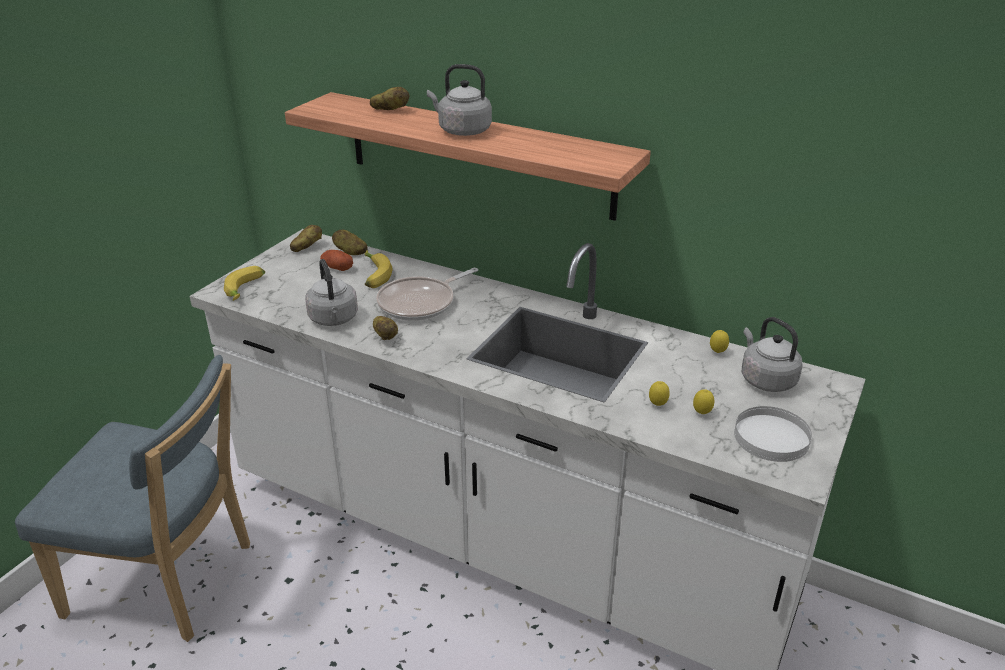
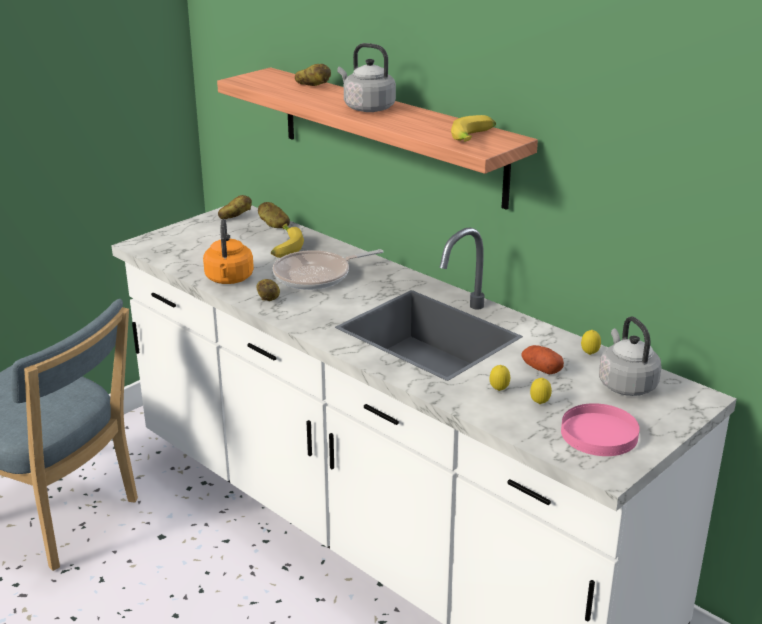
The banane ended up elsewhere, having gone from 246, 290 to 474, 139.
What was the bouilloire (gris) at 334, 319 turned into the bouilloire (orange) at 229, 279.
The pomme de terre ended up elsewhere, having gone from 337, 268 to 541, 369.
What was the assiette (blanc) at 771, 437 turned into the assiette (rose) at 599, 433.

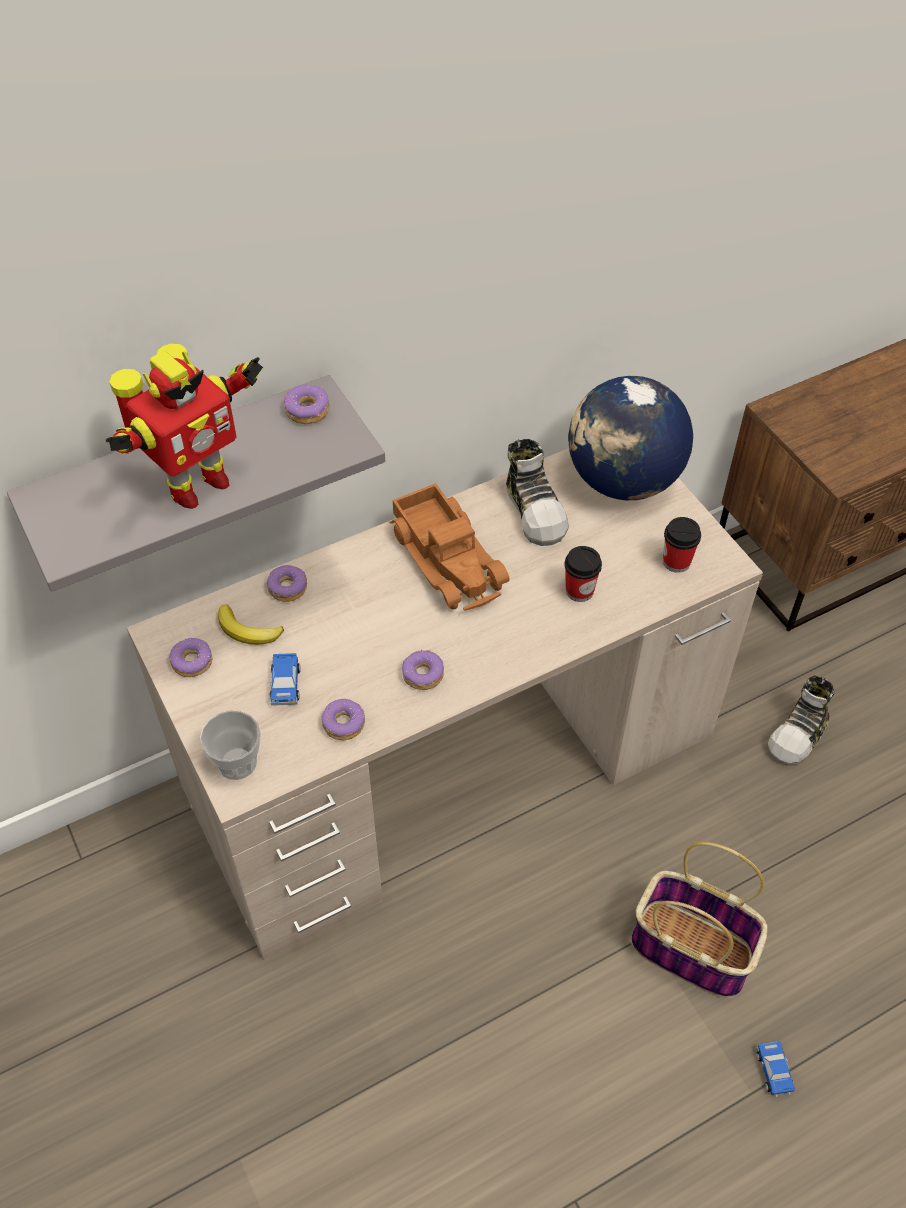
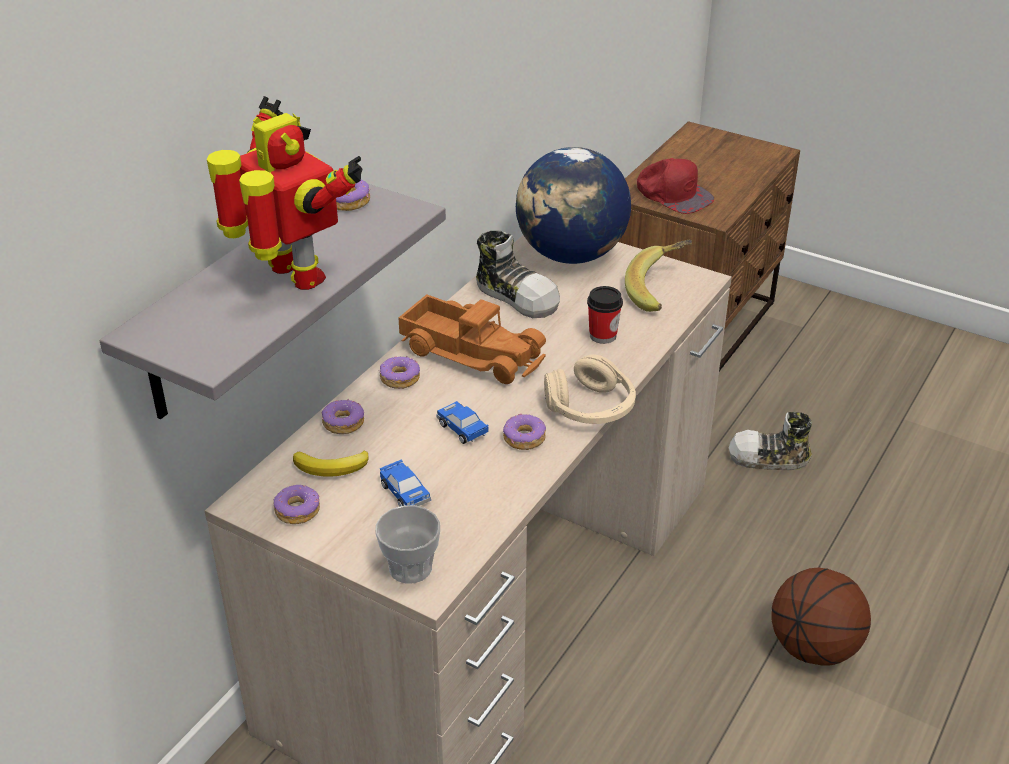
The robot jouet at 195, 485 ended up facing another way, 60 degrees counterclockwise from before.
The beignet ended up elsewhere, having gone from 343, 723 to 399, 378.
Where the panier stood at 693, 949, the ballon de basket came to stand at 813, 647.
Where the tasse stood at 676, 562, the banane came to stand at 661, 291.
The petite voiture ended up elsewhere, having gone from 774, 1071 to 463, 429.
The chaussure at 799, 734 ended up facing another way, 90 degrees clockwise from before.
The second view gained the casque audio (beige) at 590, 408.
The second view gained the casquette (rouge) at 673, 194.

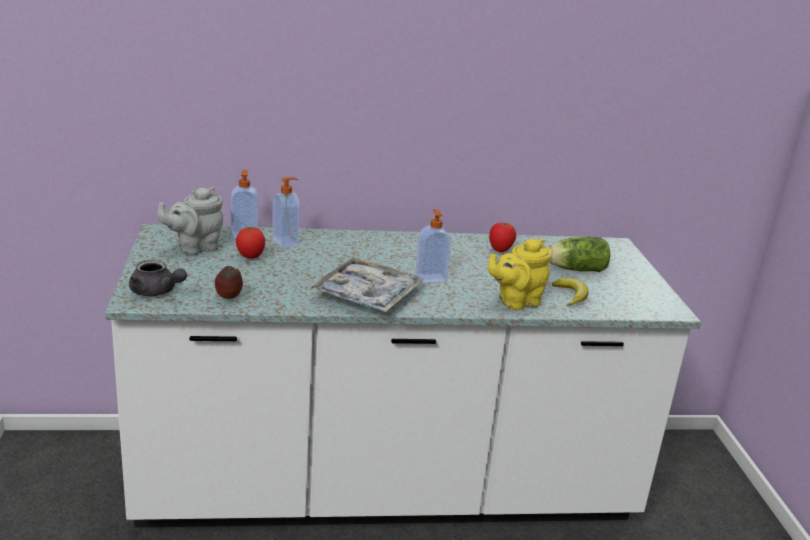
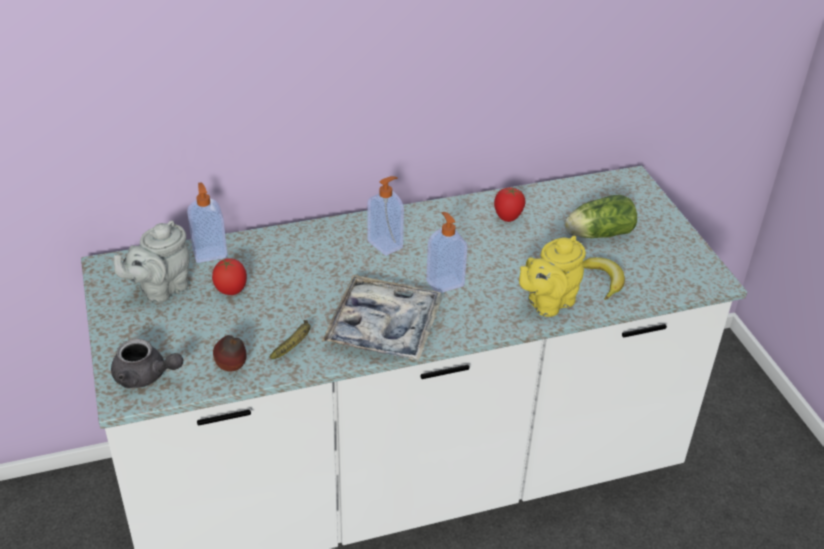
The distributeur de savon ended up elsewhere, having gone from 286, 241 to 386, 244.
The second view gained the banane at 295, 345.

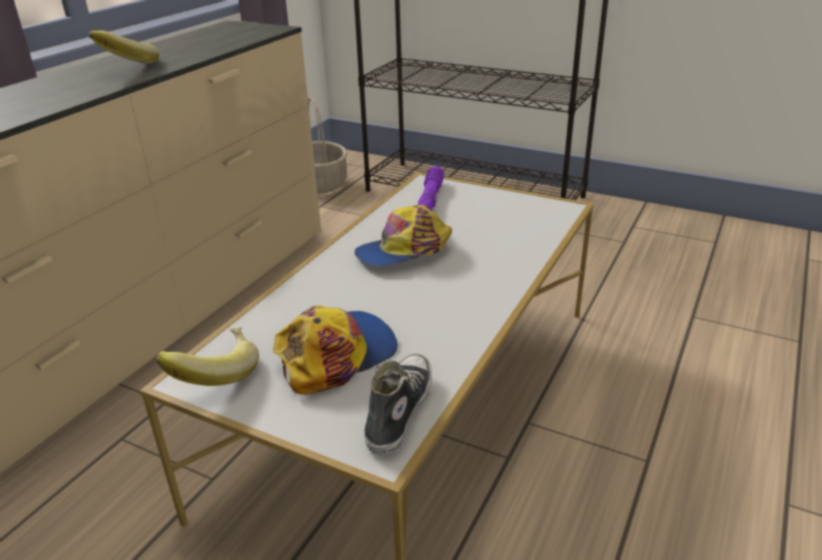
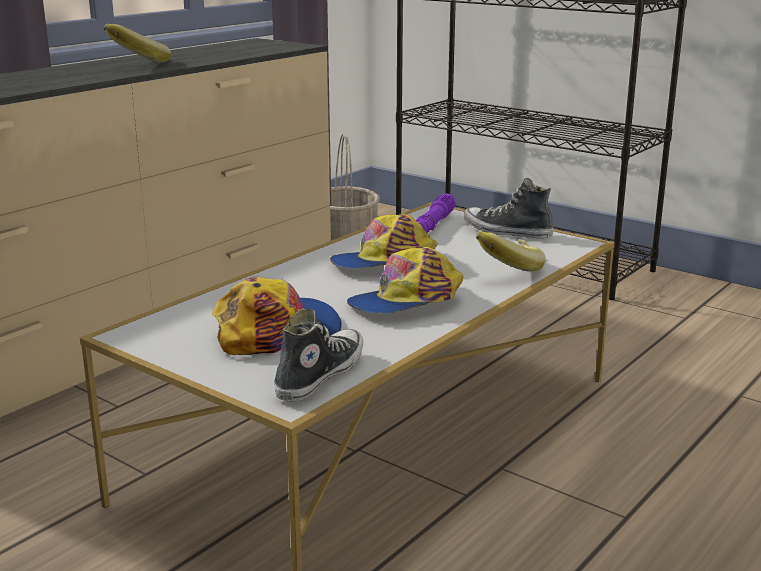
The banane ended up elsewhere, having gone from 215, 374 to 507, 269.
The second view gained the casquette at 406, 302.
The second view gained the chaussure at 506, 231.

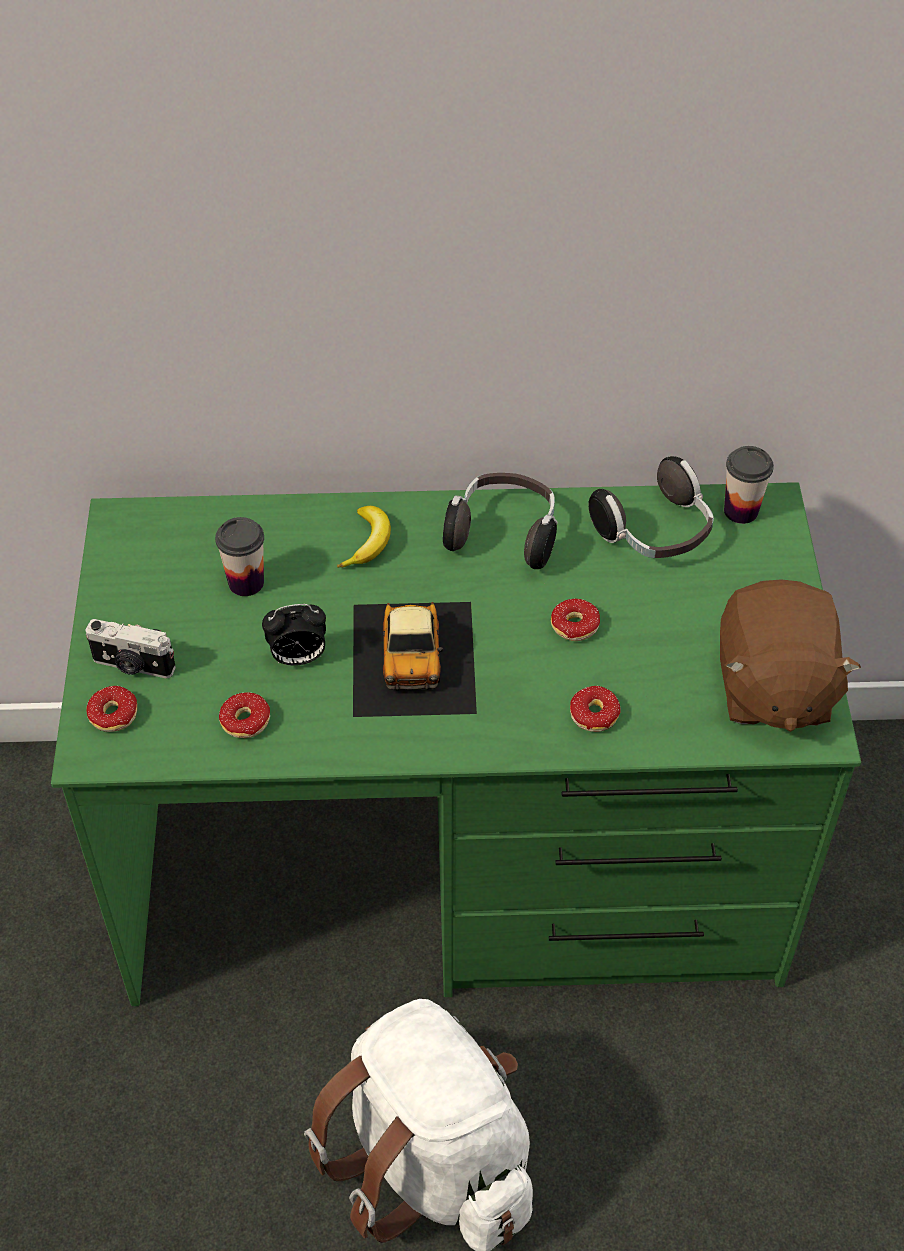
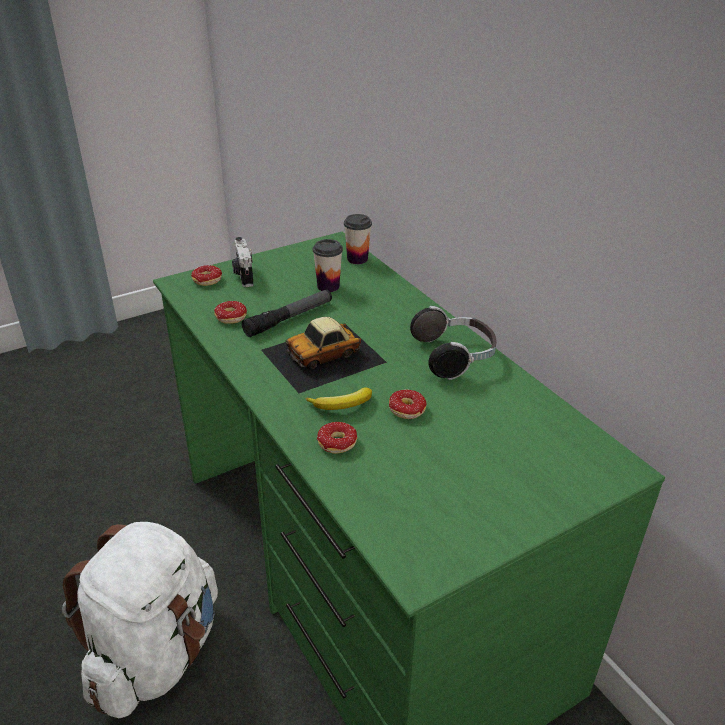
Where the réveil stood at 298, 658, the lampe de poche came to stand at 289, 318.
The banane ended up elsewhere, having gone from 368, 542 to 342, 405.
The second view lost the casque audio at 655, 533.
The second view lost the peluche (marron) at 772, 688.
The tasse ended up elsewhere, having gone from 741, 511 to 357, 259.

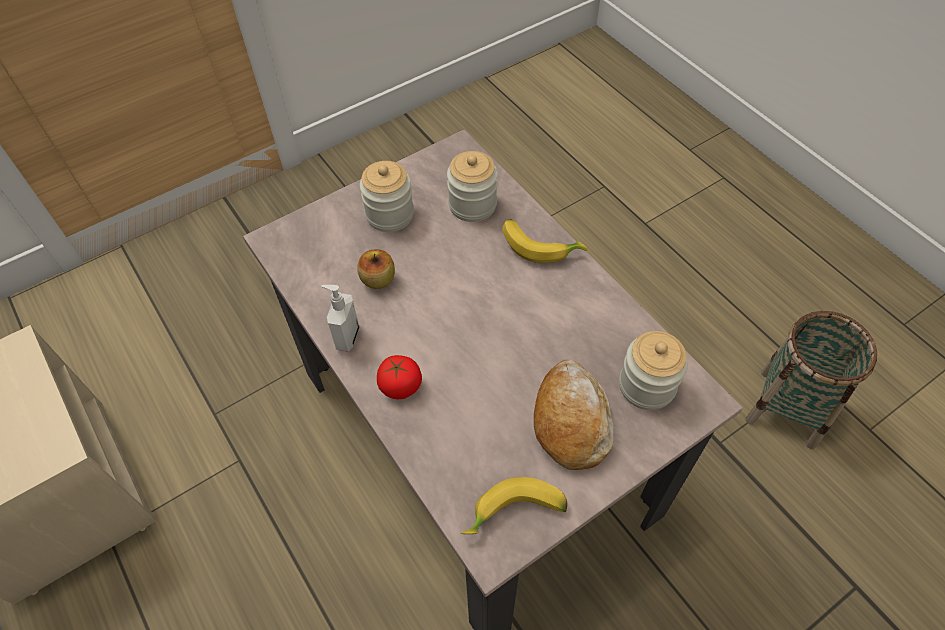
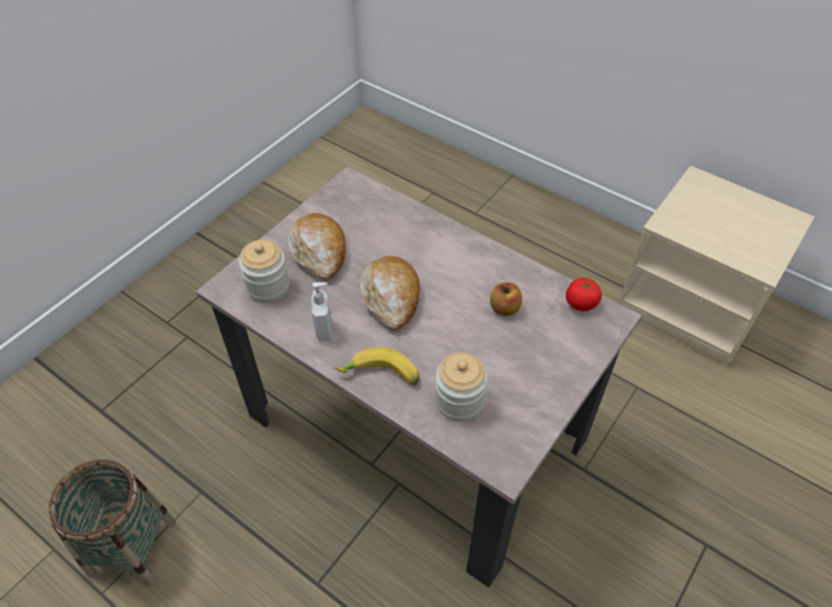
The distributeur de savon ended up elsewhere, having gone from 346, 337 to 325, 330.
The second view lost the bocal at 390, 214.
The tomate ended up elsewhere, having gone from 401, 385 to 581, 303.
The second view lost the banane at 516, 515.
The second view gained the pain at 391, 297.

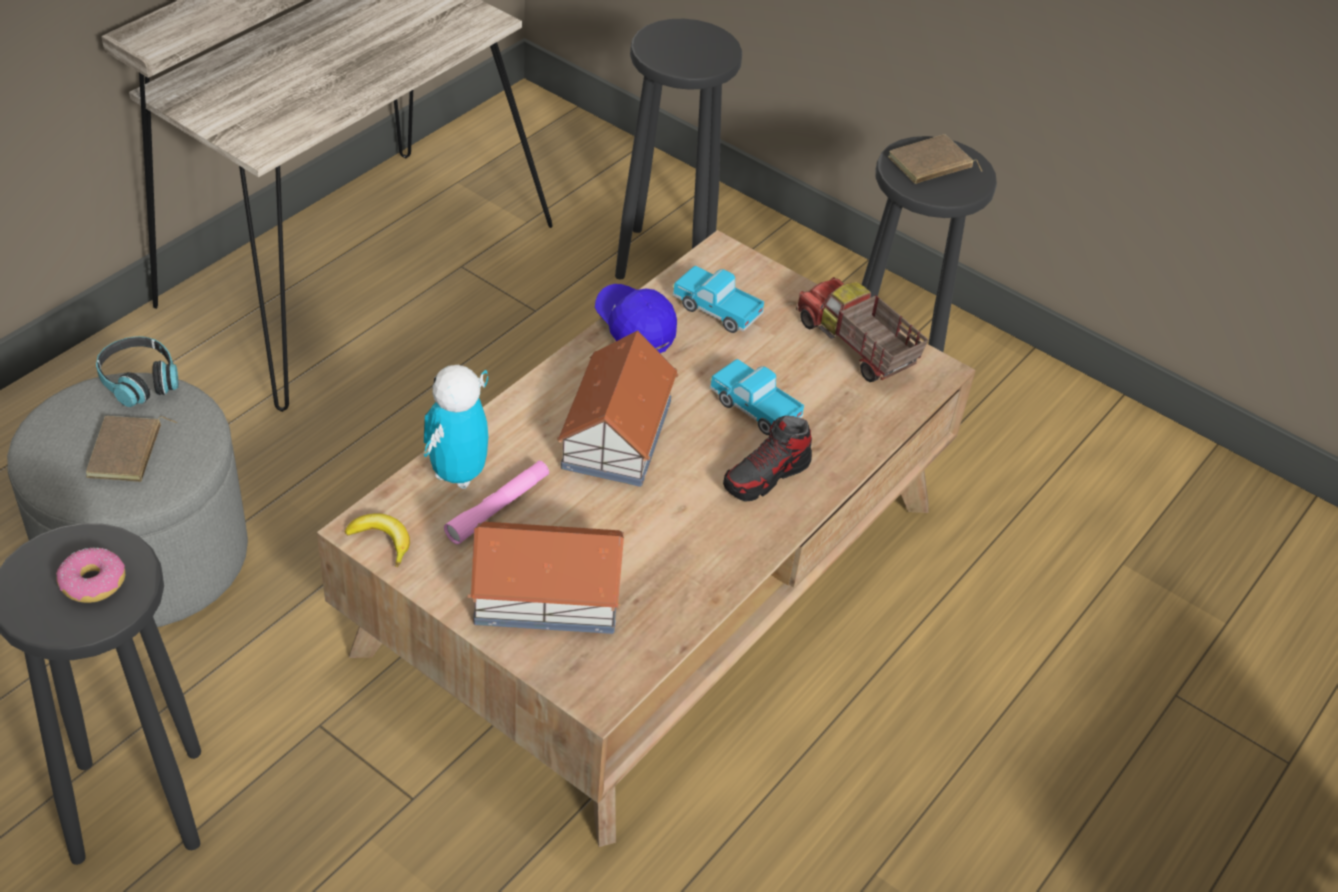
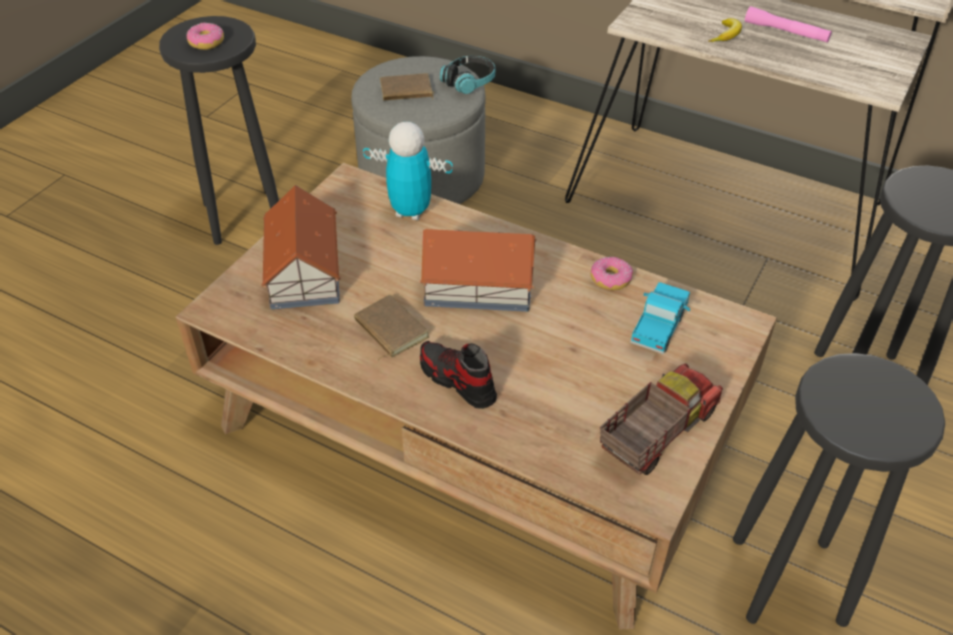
The banane ended up elsewhere, having gone from 382, 541 to 726, 35.
The lampe de poche (rose) ended up elsewhere, having gone from 498, 508 to 786, 32.
Where the casquette (bleu) stood at 634, 327, the beignet came to stand at 610, 279.
The second view lost the camion jouet at 754, 409.
The livre (marron) ended up elsewhere, having gone from 931, 165 to 389, 330.

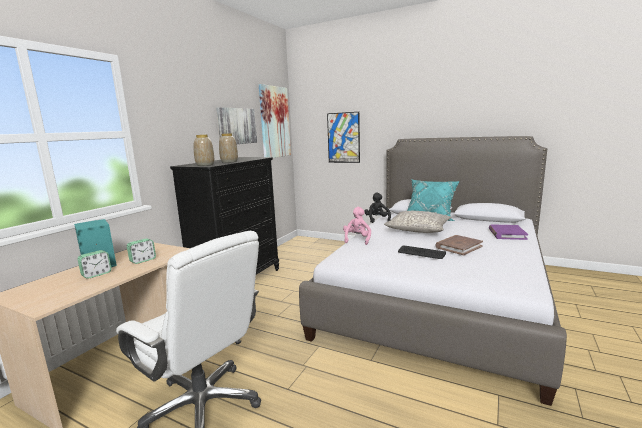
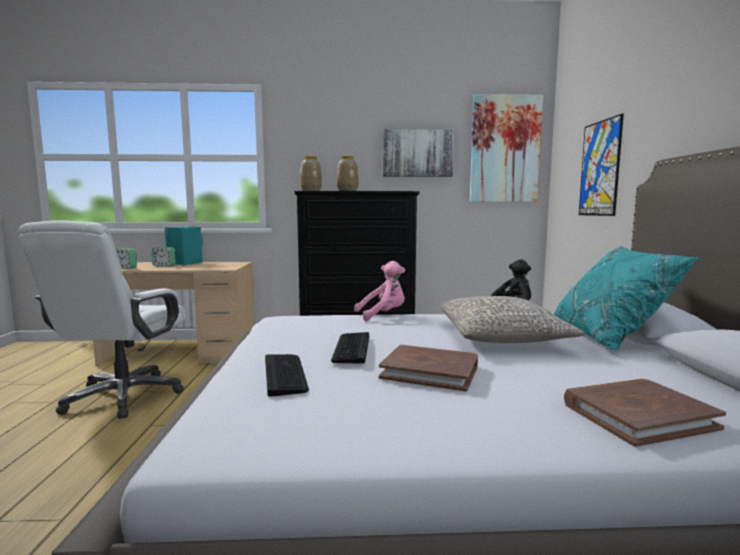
The réveil ended up elsewhere, having gone from 143, 260 to 125, 268.
What was the livre (violet) at 507, 234 turned into the livre (marron) at 638, 415.
The second view gained the clavier at 285, 374.

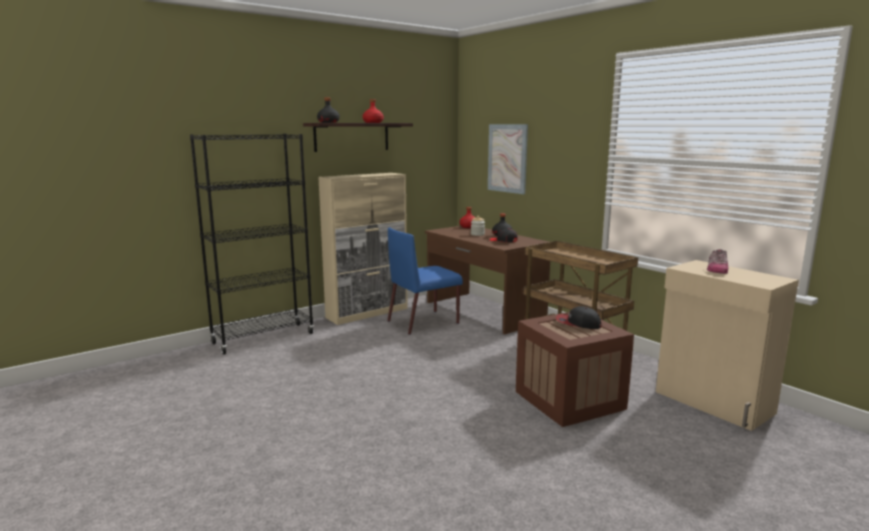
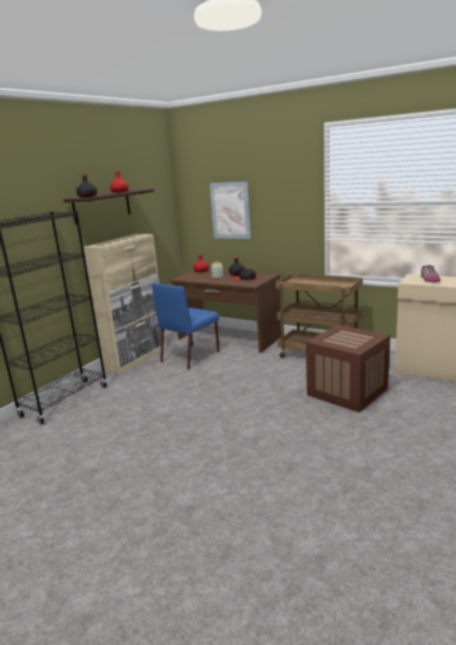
The second view lost the casquette at 578, 323.

